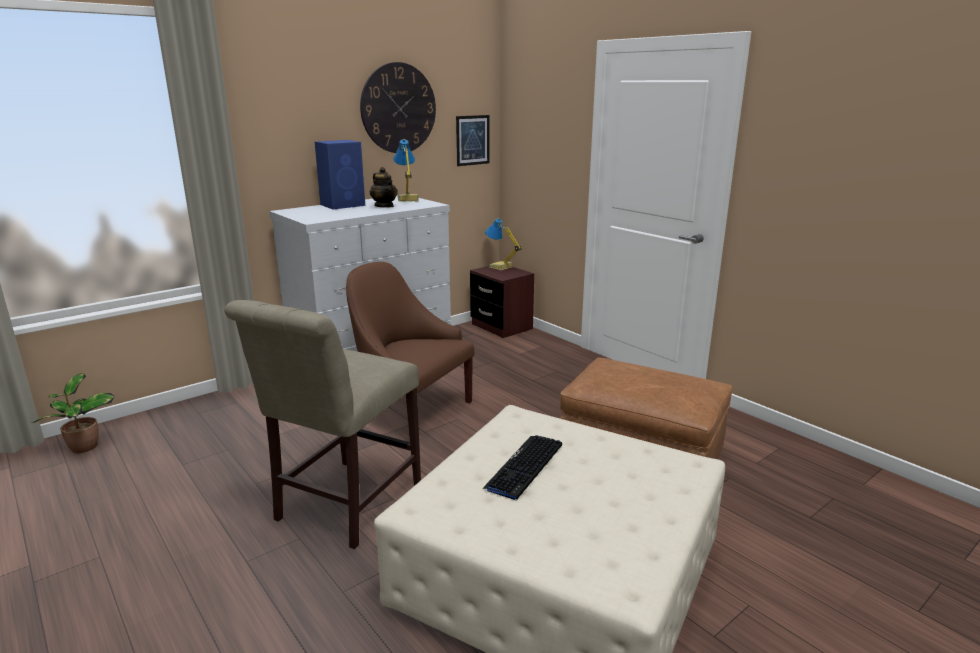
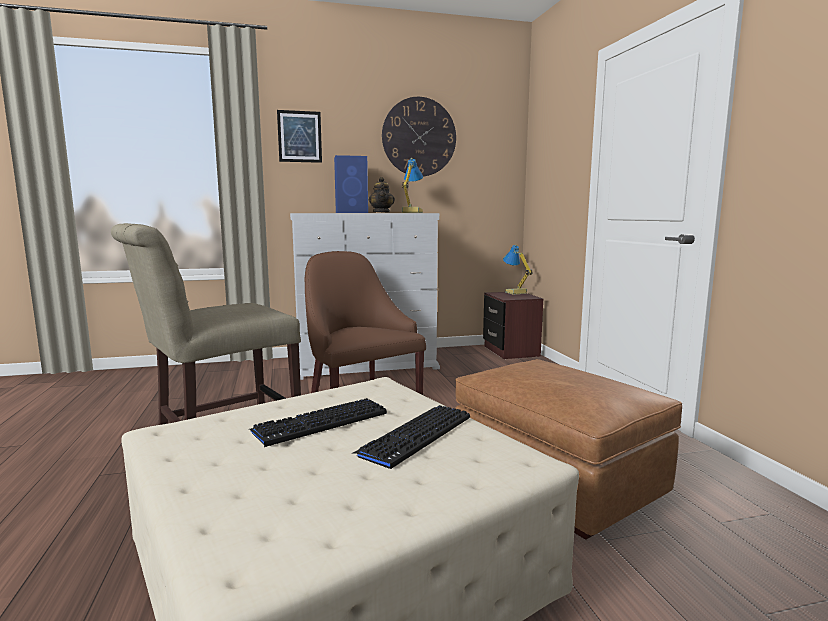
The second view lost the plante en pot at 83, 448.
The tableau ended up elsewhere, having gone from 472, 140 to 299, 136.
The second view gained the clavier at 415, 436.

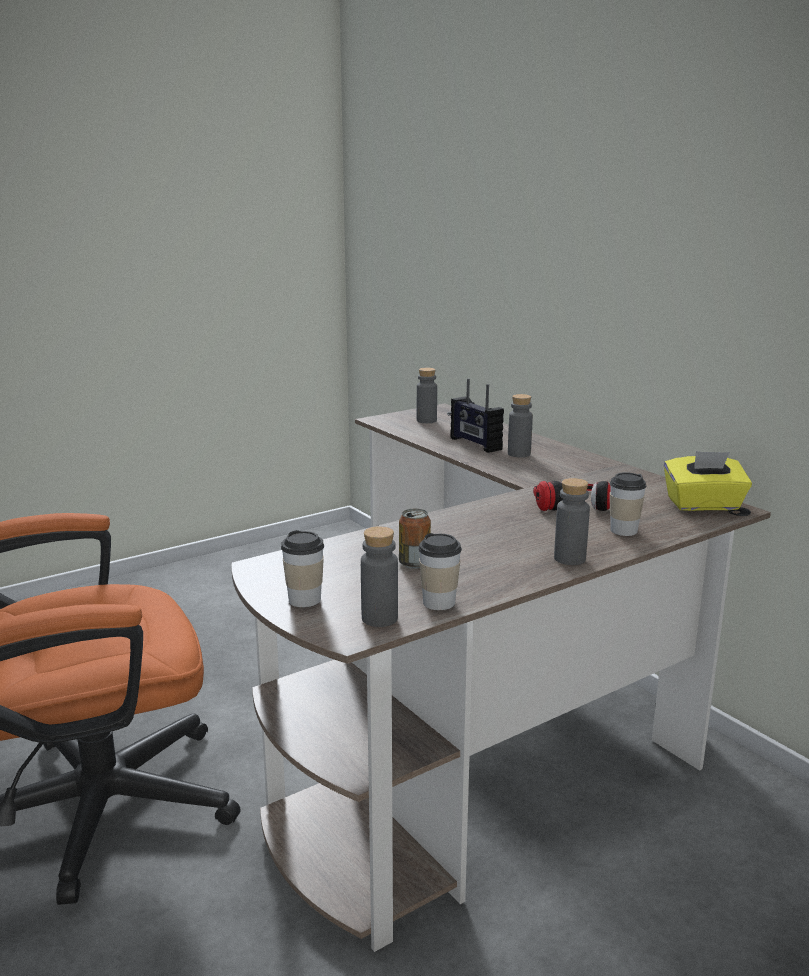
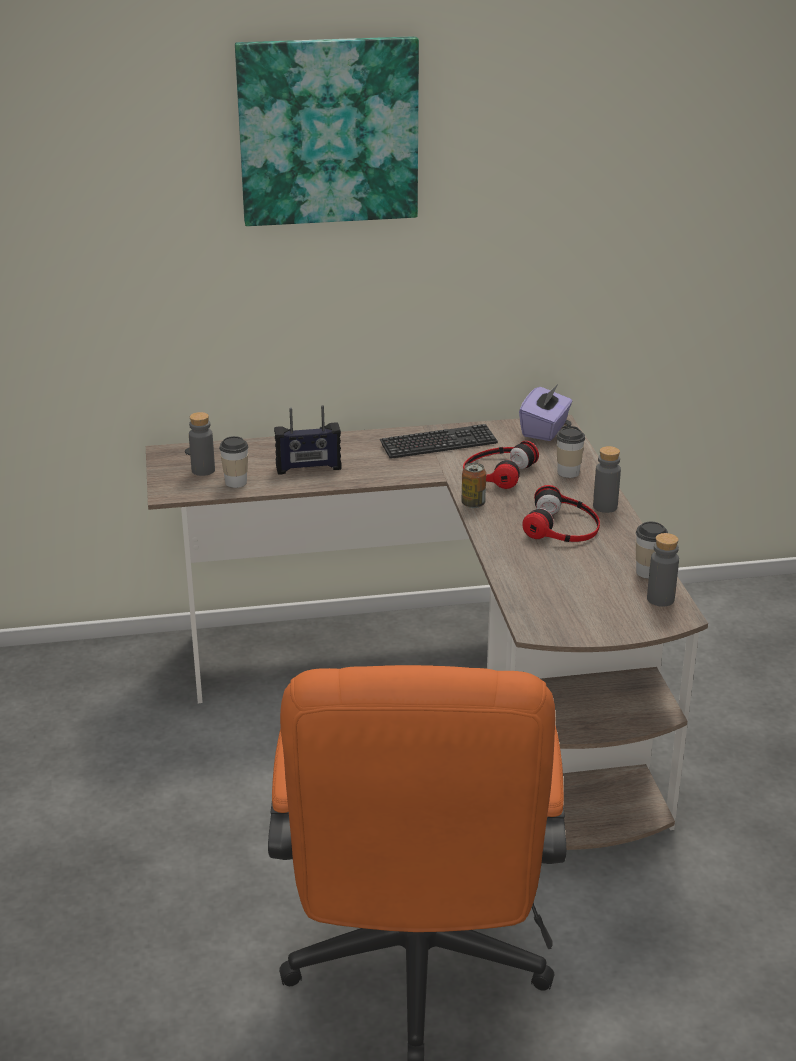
The tasse ended up elsewhere, having gone from 304, 600 to 236, 482.
The boîte métallique ended up elsewhere, having gone from 414, 563 to 473, 504.
The second view lost the bouteille (gris) at 519, 454.
What was the boîte à mouchoirs (jaune) at 703, 505 turned into the boîte à mouchoirs (violet) at 545, 430.
The second view gained the tableau at 328, 131.
The second view gained the clavier at 438, 444.
The second view gained the casque audio at 563, 526.

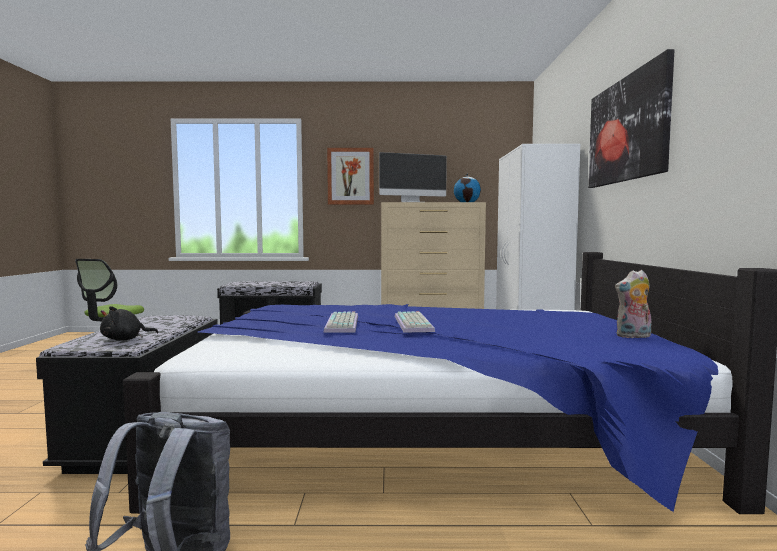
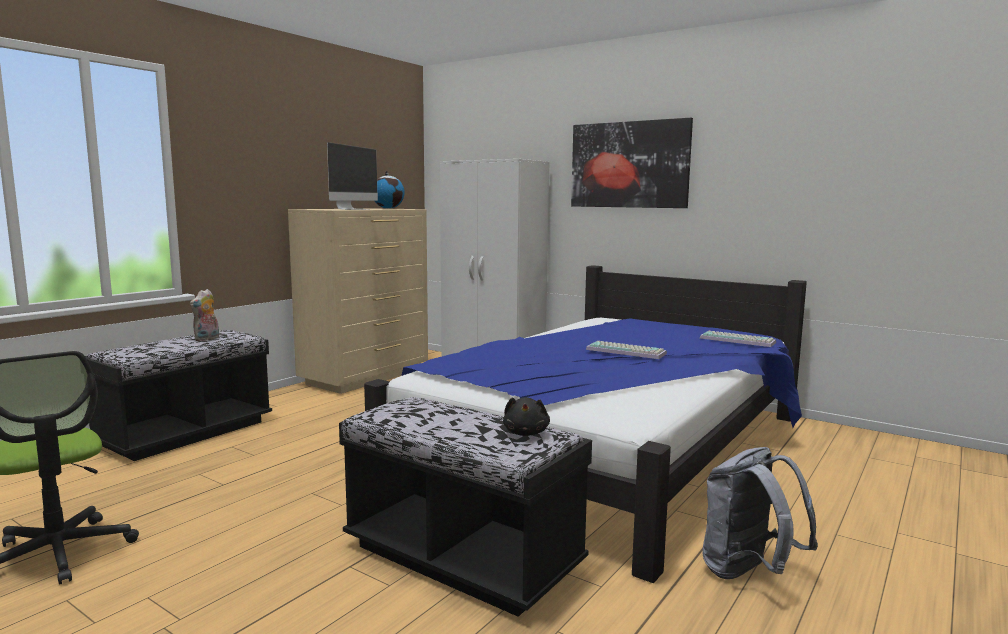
The clavier ended up elsewhere, having gone from 343, 324 to 738, 340.
The second view lost the tableau at 350, 176.
The peluche ended up elsewhere, having gone from 633, 336 to 207, 339.

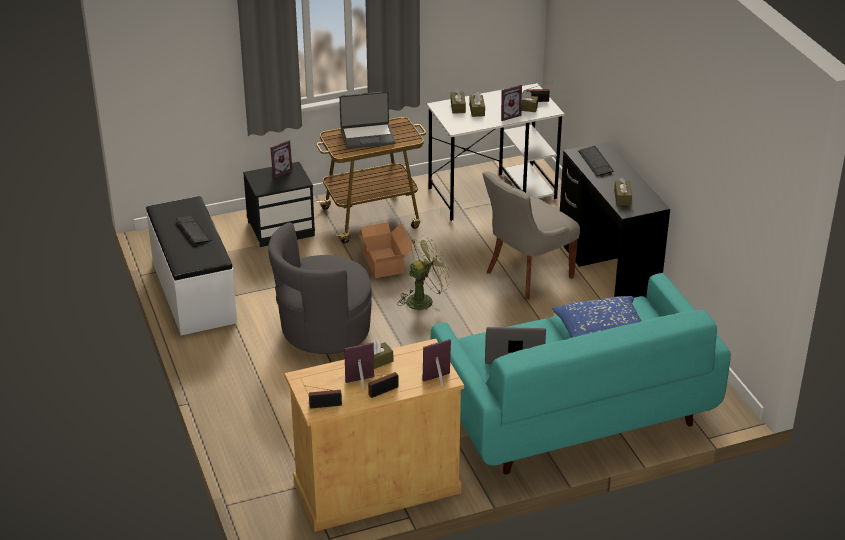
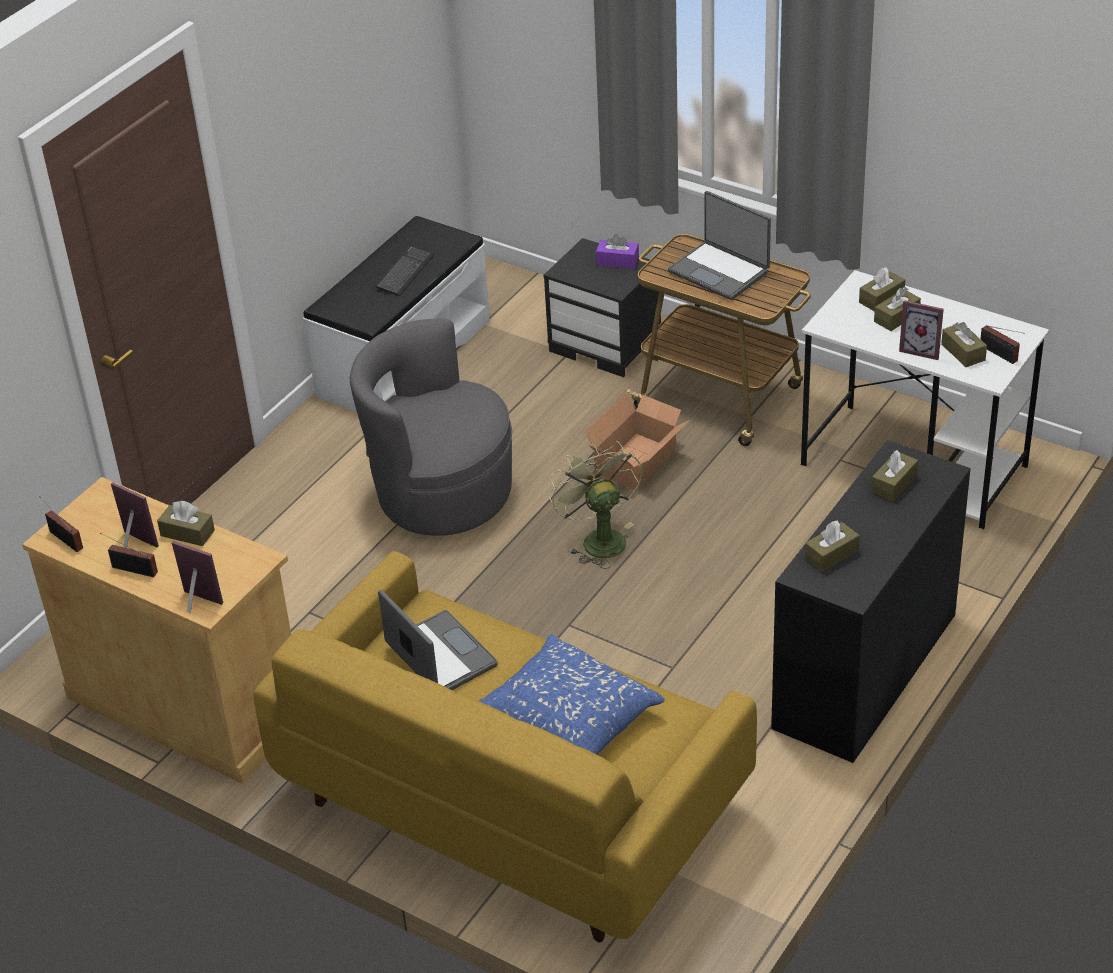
Where the cadre photo stood at 279, 171, the boîte à mouchoirs (violet) came to stand at 617, 261.
The ventilateur (vert) at 424, 300 ended up facing another way, 135 degrees counterclockwise from before.
What was the canapé (turquoise) at 573, 410 turned into the canapé (jaune) at 511, 799.
The second view lost the chaise (gris) at 527, 275.
Where the clavier stood at 595, 162, the boîte à mouchoirs (marron) came to stand at 894, 484.

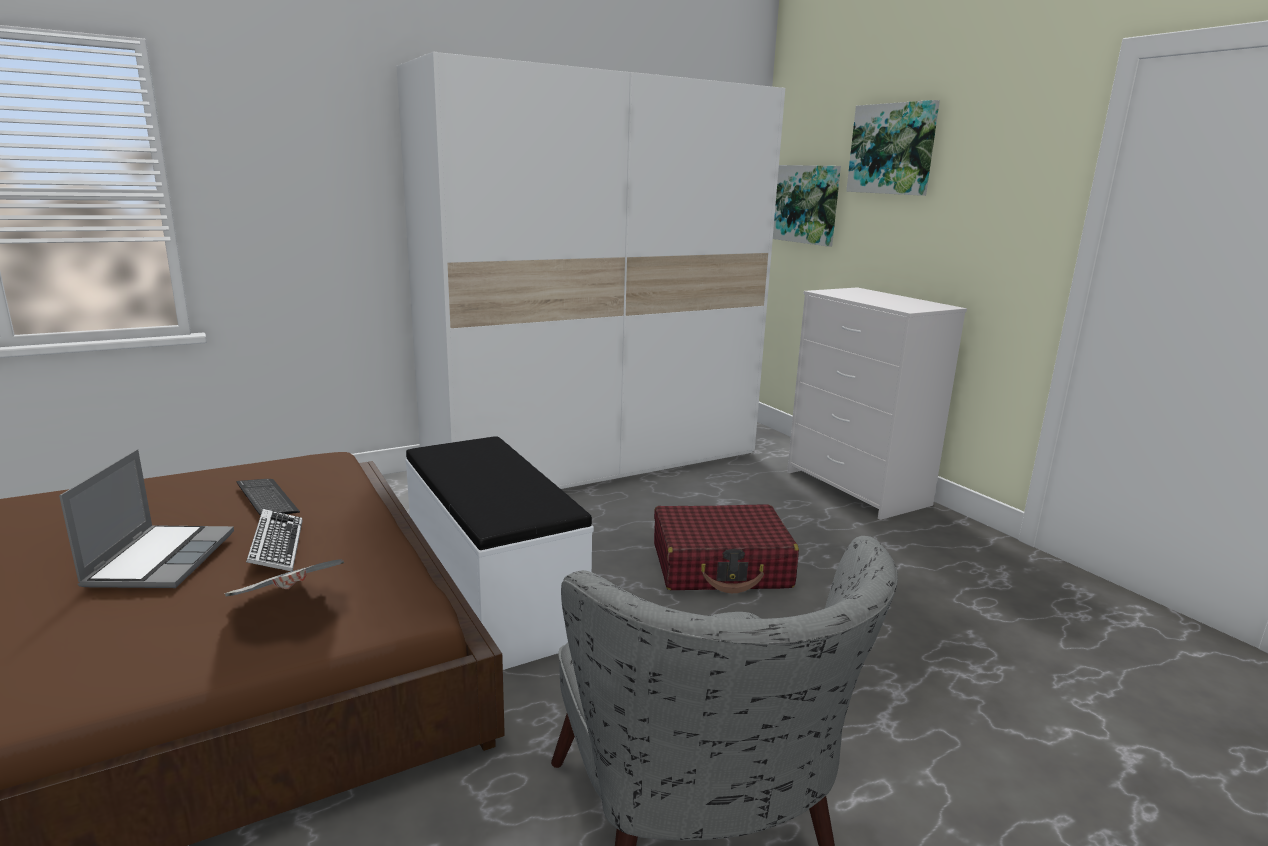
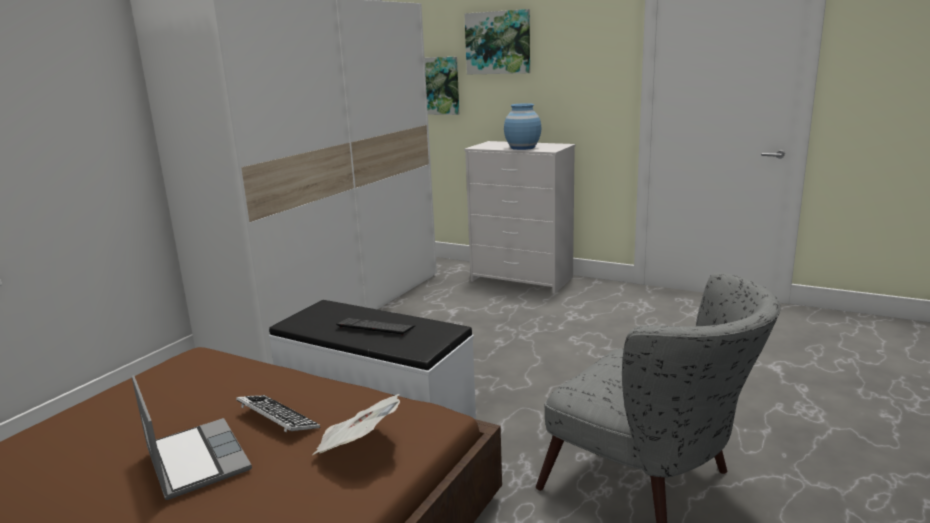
The clavier ended up elsewhere, having gone from 267, 499 to 375, 327.
The second view lost the valise (rouge) at 721, 566.
The second view gained the vase (bleu) at 523, 147.

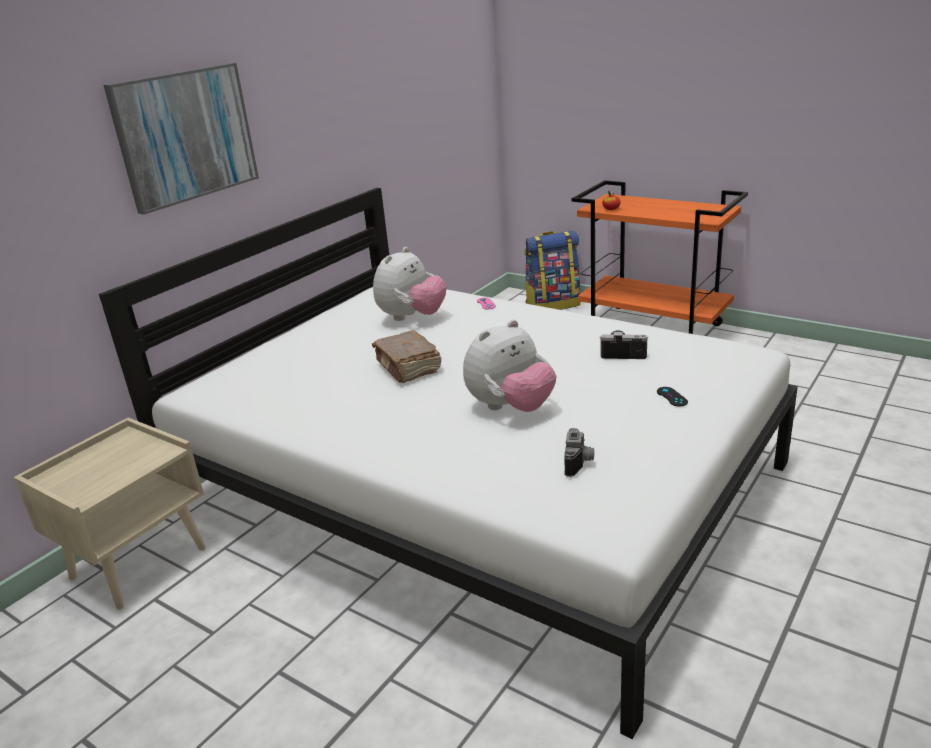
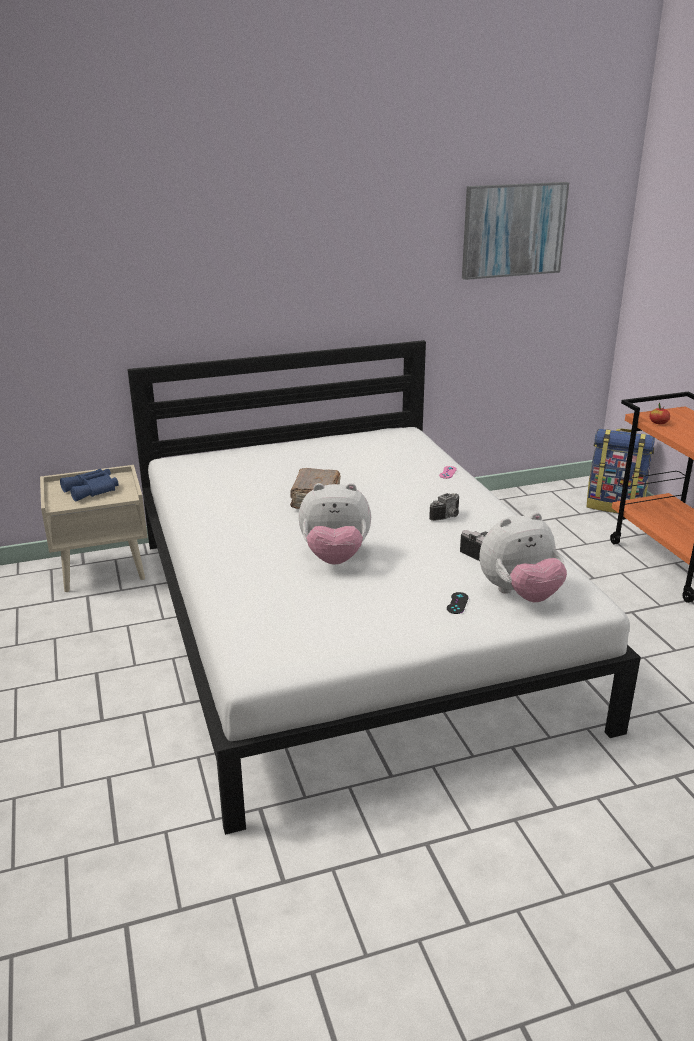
The tableau ended up elsewhere, having gone from 185, 135 to 513, 230.
The peluche ended up elsewhere, having gone from 412, 317 to 519, 594.
The appareil photo ended up elsewhere, having gone from 580, 462 to 448, 517.
The second view gained the jumelles (bleu) at 92, 490.

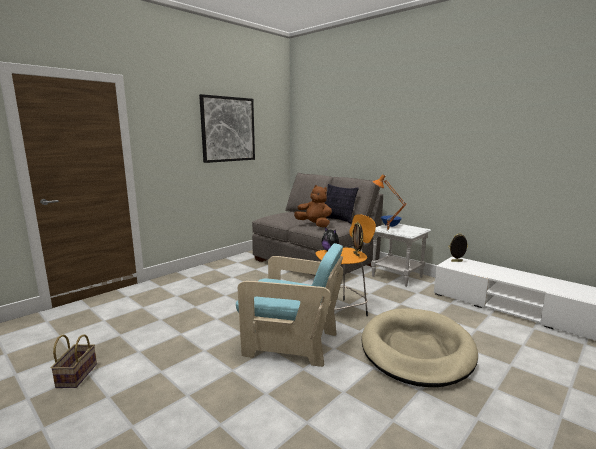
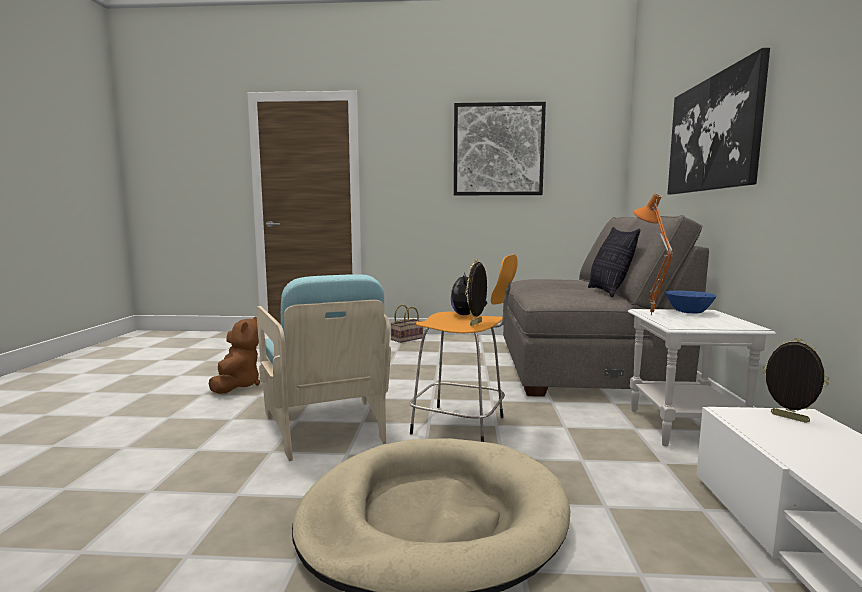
The panier ended up elsewhere, having gone from 76, 375 to 407, 338.
The peluche (marron) ended up elsewhere, having gone from 314, 225 to 237, 385.
The second view gained the tableau at 712, 134.

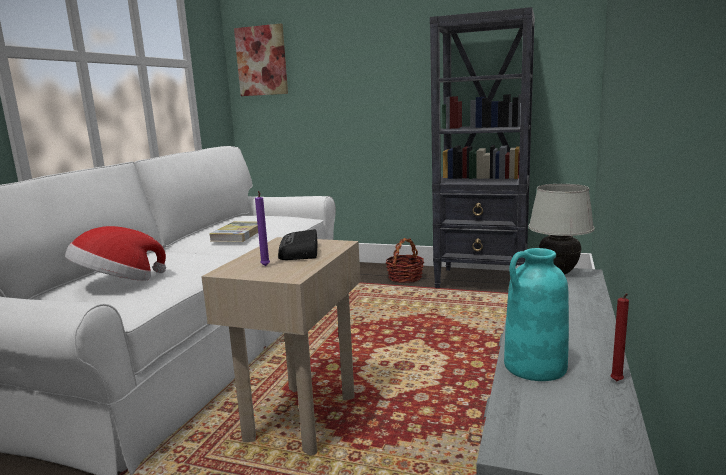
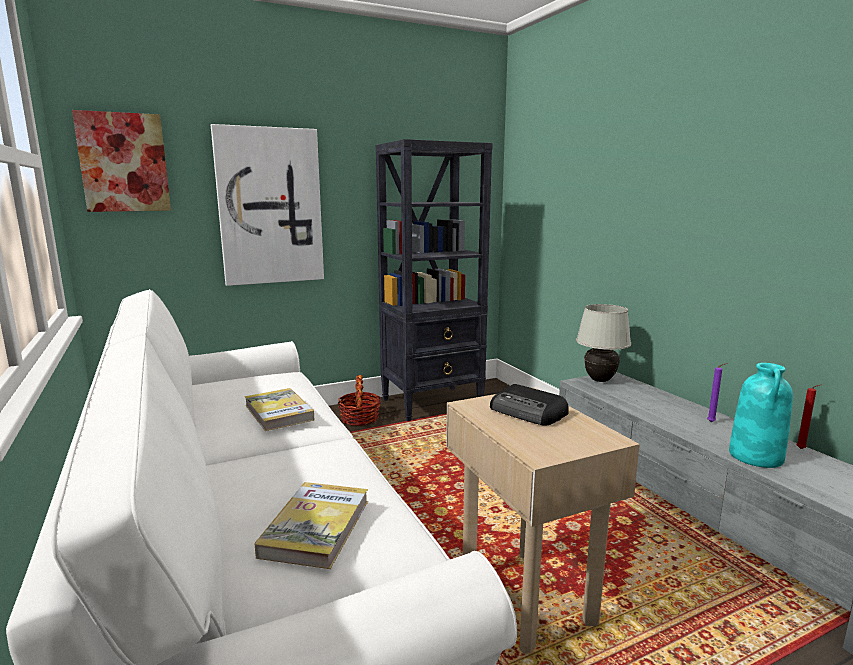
Where the chapeau stood at 118, 283, the livre came to stand at 316, 527.
The bougie (violet) ended up elsewhere, having gone from 265, 266 to 712, 422.
The second view gained the tableau at 270, 207.

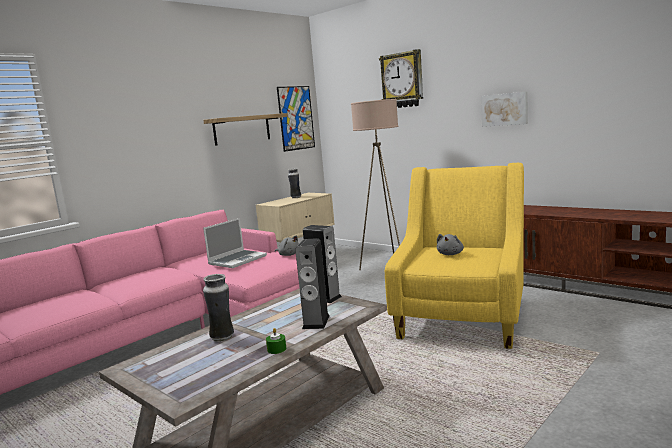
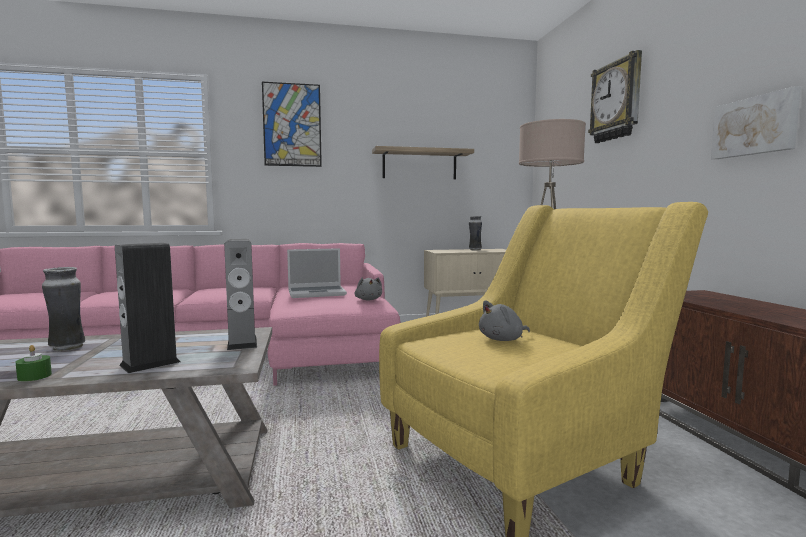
The tableau ended up elsewhere, having gone from 296, 118 to 292, 125.

